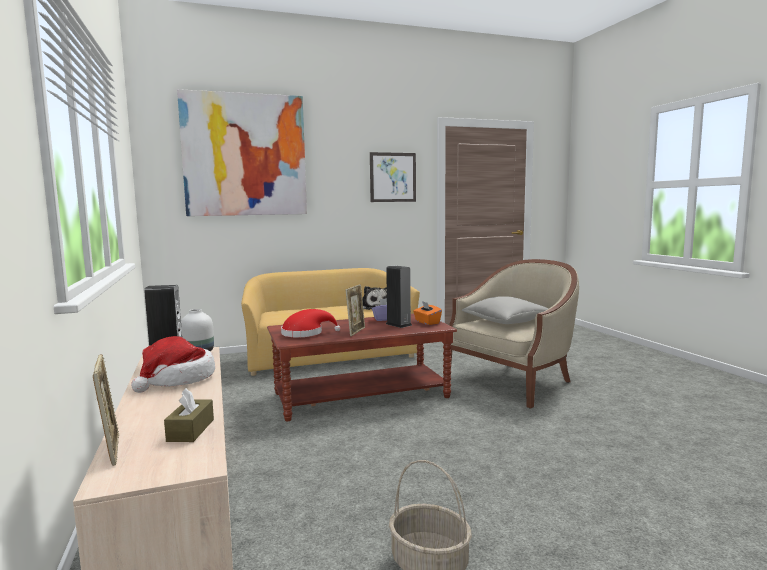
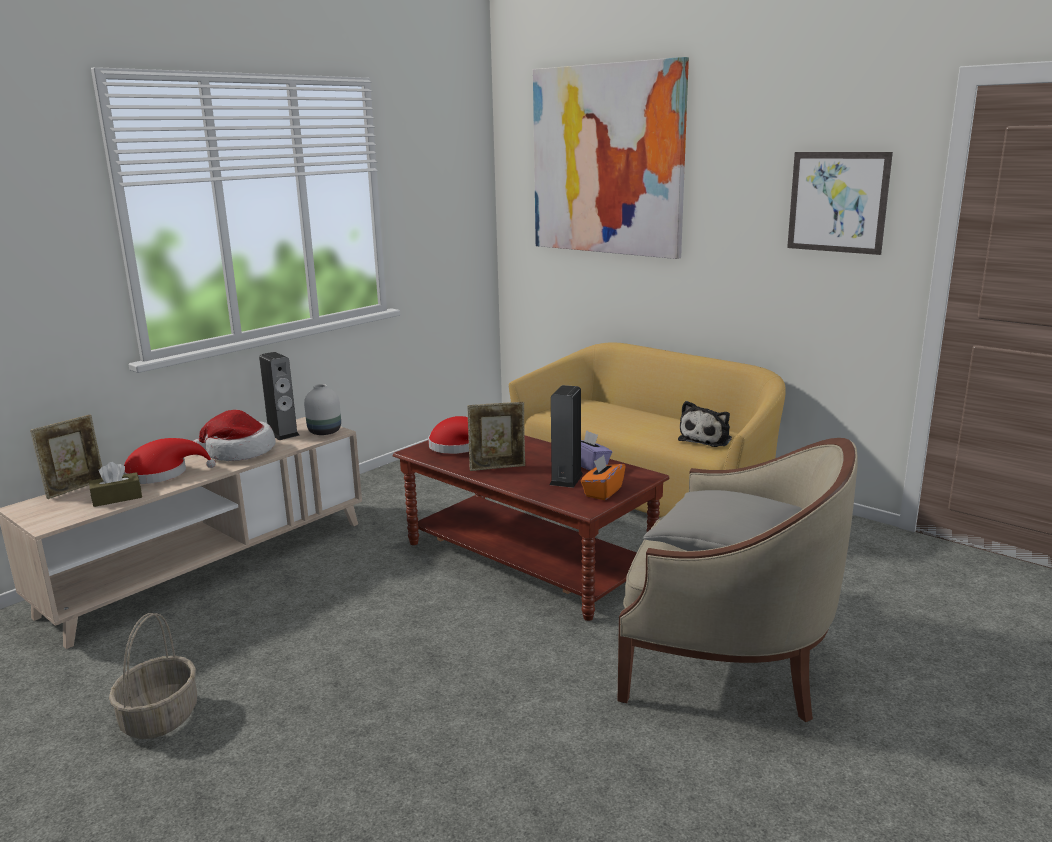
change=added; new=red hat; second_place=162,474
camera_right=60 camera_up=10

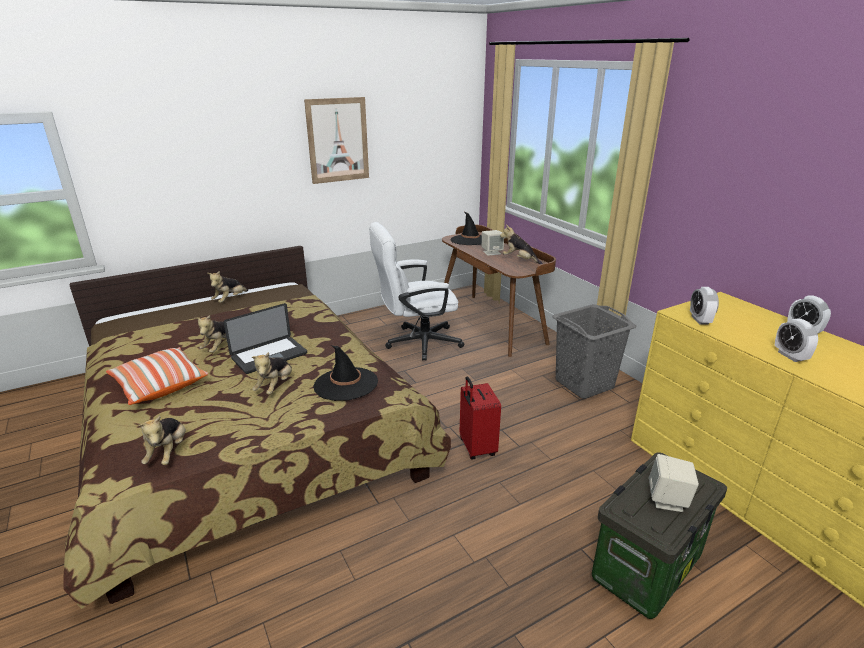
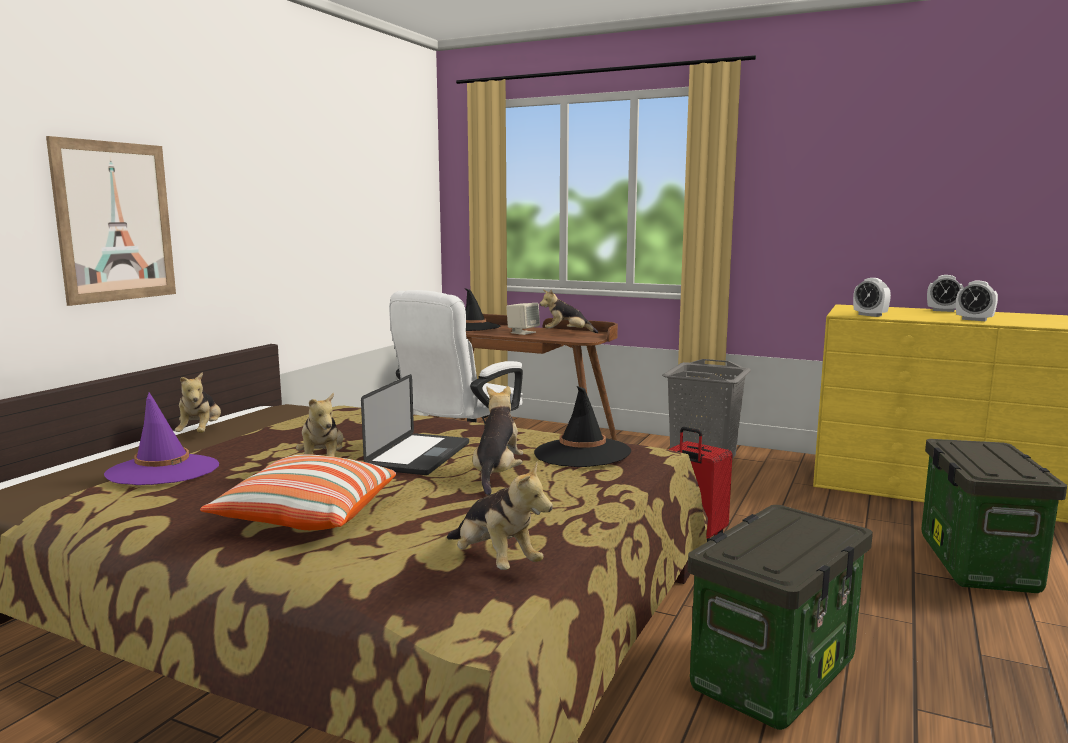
change=moved; old=picture; first_place=338,140; second_place=115,222
change=added; new=purple hat; second_place=163,471
change=turned; old=plush toy; first_place=275,386; second_place=497,474; degrees=-150
change=added; new=storage box; second_place=773,674
change=removed; old=beige speaker; first_place=668,500
camera_right=-35 camera_up=-15

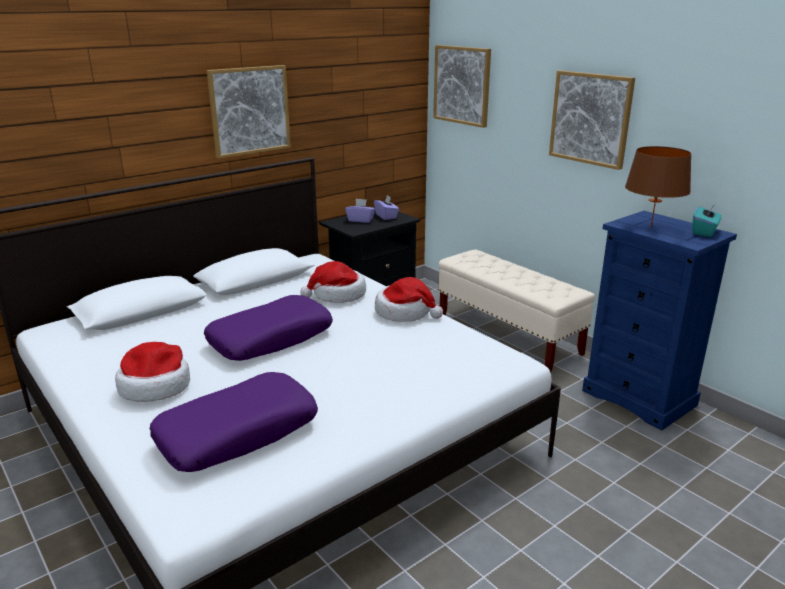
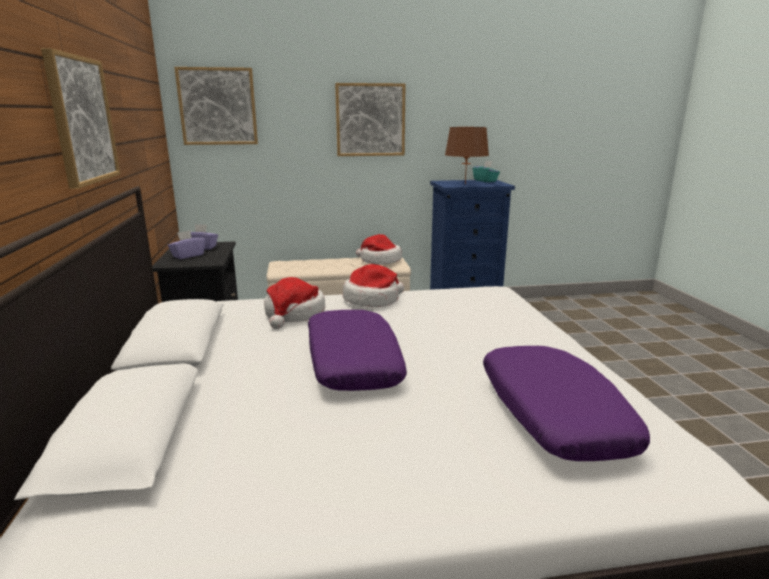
change=moved; old=hat; first_place=156,386; second_place=379,260
camera_right=-60 camera_up=-5

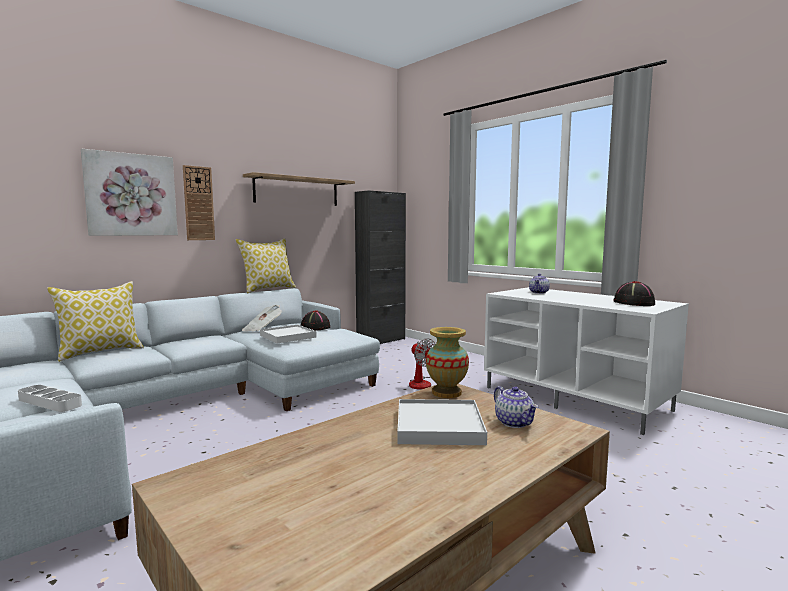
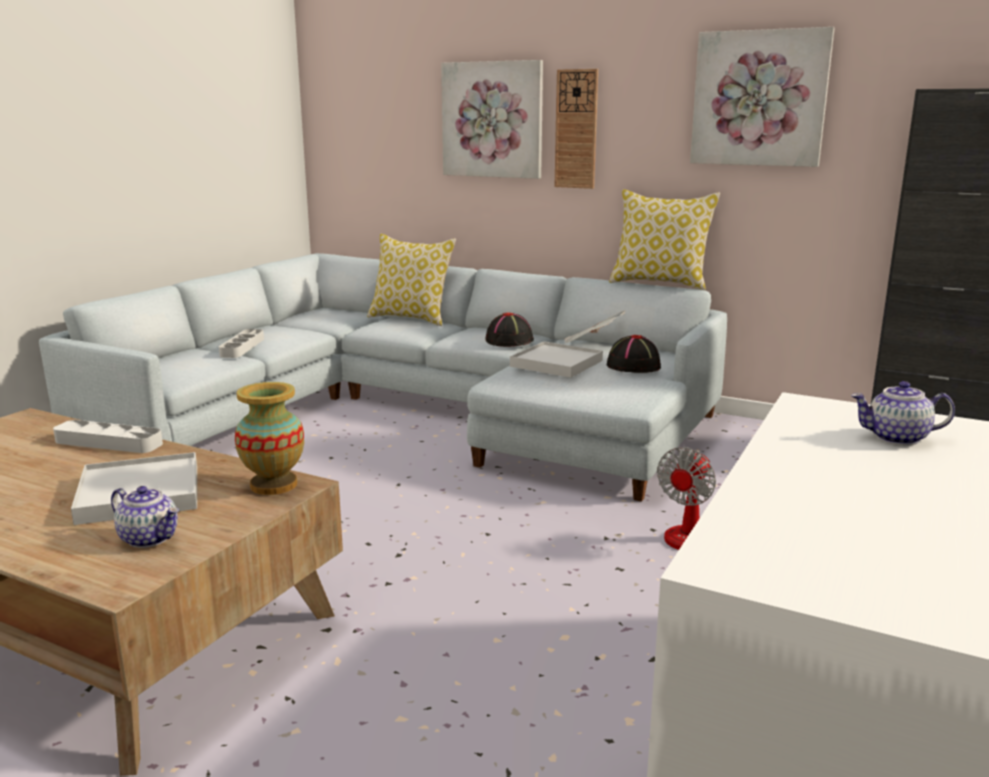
change=added; new=grey tray; second_place=109,442
change=turned; old=teapot; first_place=515,423; second_place=150,538; degrees=-105
change=moved; old=black hat; first_place=633,303; second_place=509,340
change=replaced; old=shelf; new=picture; first_place=297,191; second_place=759,98
camera_right=70 camera_up=10

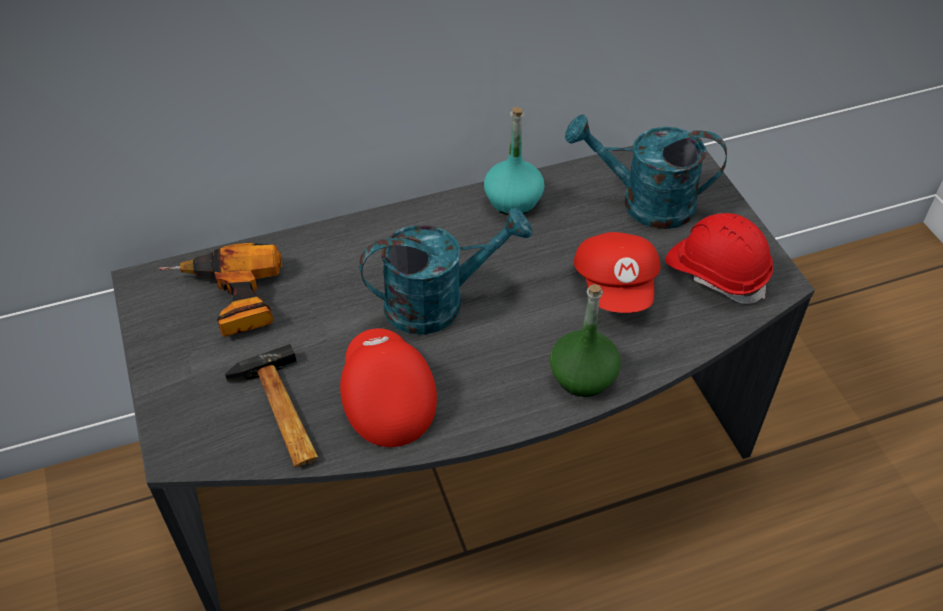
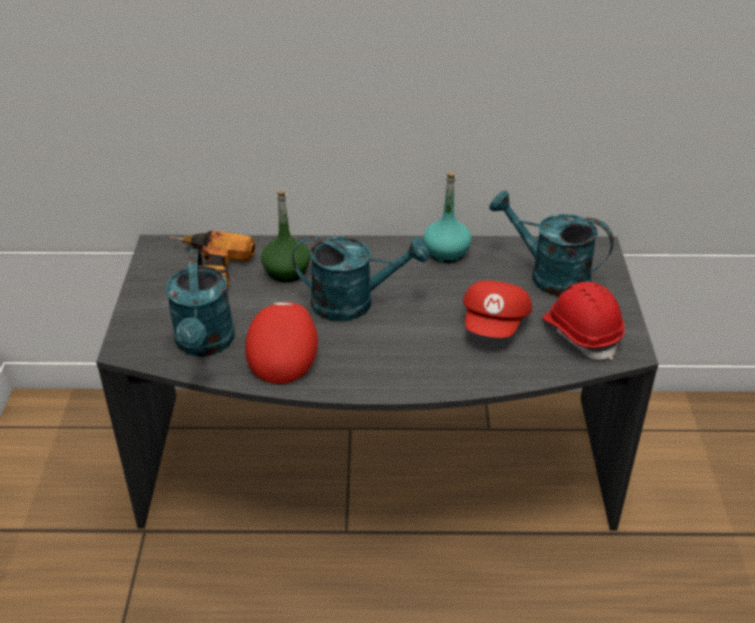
change=replaced; old=hammer; new=turquoise watering can; first_place=280,415; second_place=204,344
change=moved; old=green bottle; first_place=582,376; second_place=286,271
camera_right=20 camera_up=-10

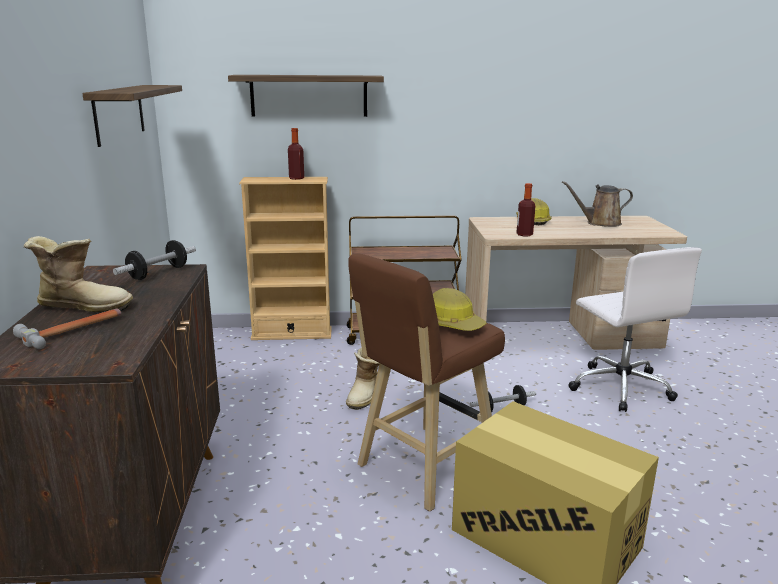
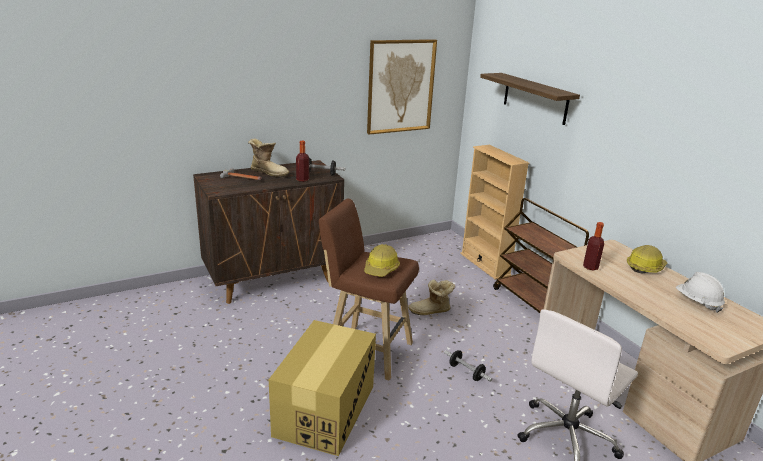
change=turned; old=boot; first_place=84,306; second_place=269,172; degrees=-45
change=moved; old=bottle; first_place=296,178; second_place=302,179
change=replaced; old=shelf; new=picture; first_place=119,113; second_place=400,86
change=replaced; old=brown watering can; new=white hard hat; first_place=600,223; second_place=697,302
camera_right=65 camera_up=5

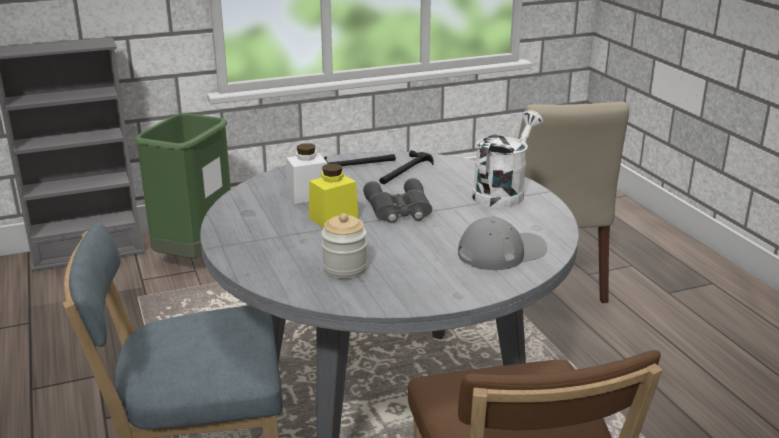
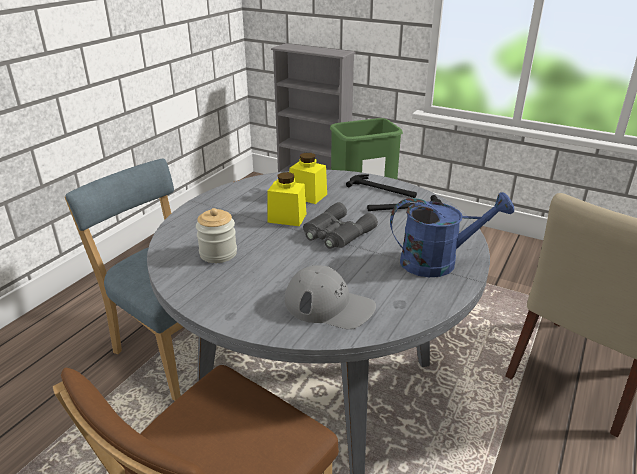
change=recoloured; old=white jar; new=yellow jar; first_place=308,195; second_place=308,195
change=recoloured; old=white watering can; new=blue watering can; first_place=502,192; second_place=438,261
camera_right=50 camera_up=5

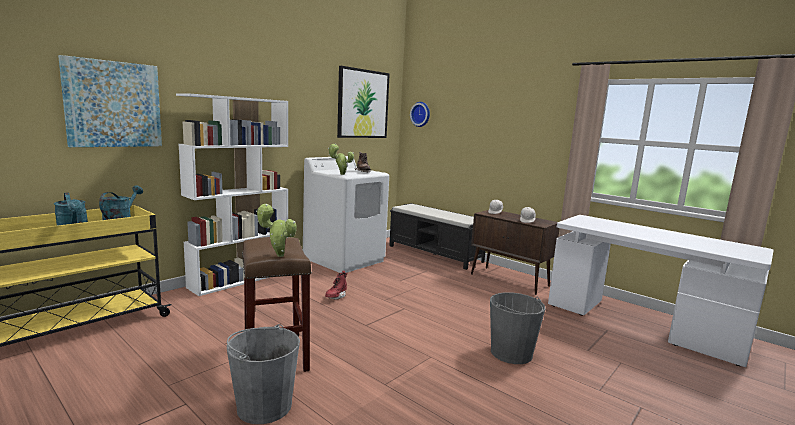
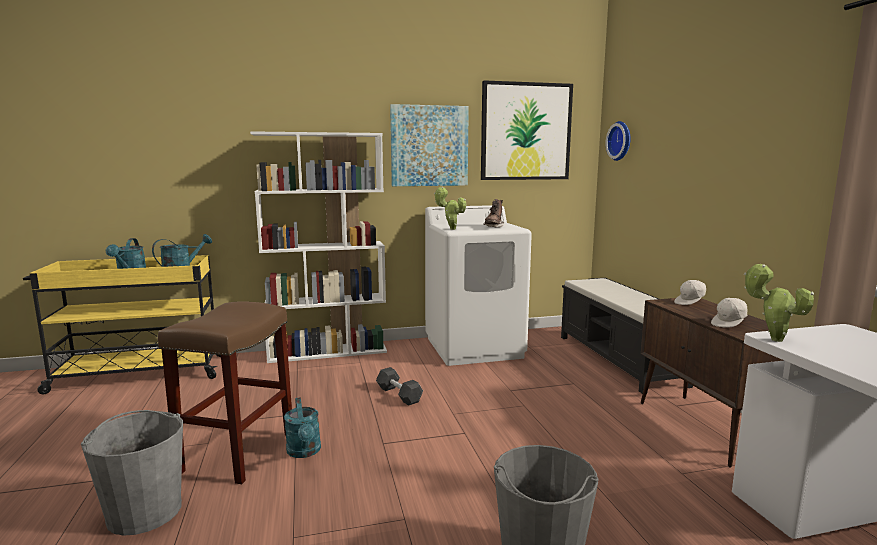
change=added; new=turquoise watering can; second_place=304,452
change=replaced; old=red boot; new=black dumbbell; first_place=336,296; second_place=399,395
change=moved; old=picture; first_place=113,104; second_place=429,146
change=moved; old=potted plant; first_place=277,255; second_place=772,339
camera_right=35 camera_up=0

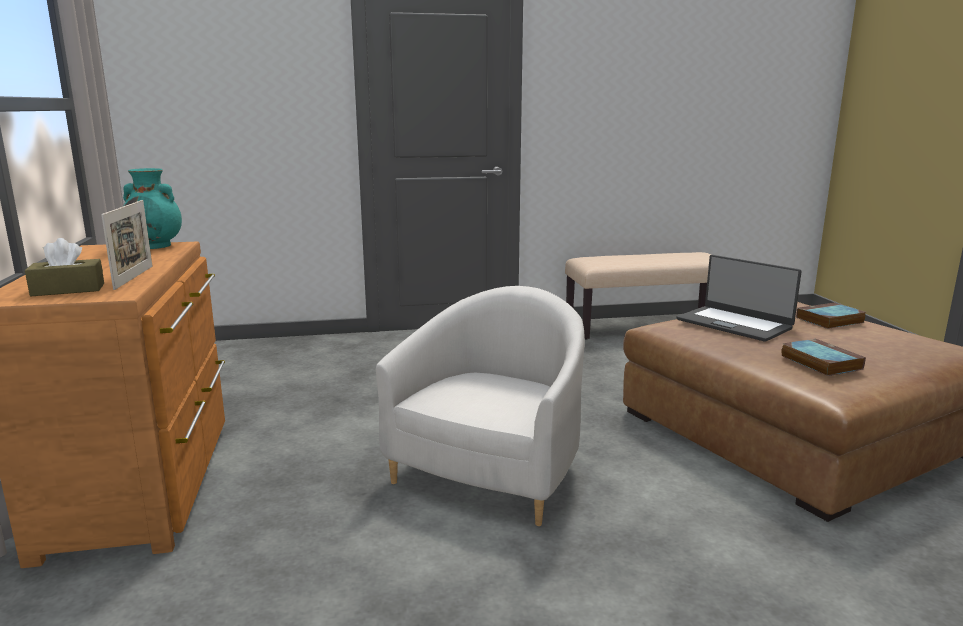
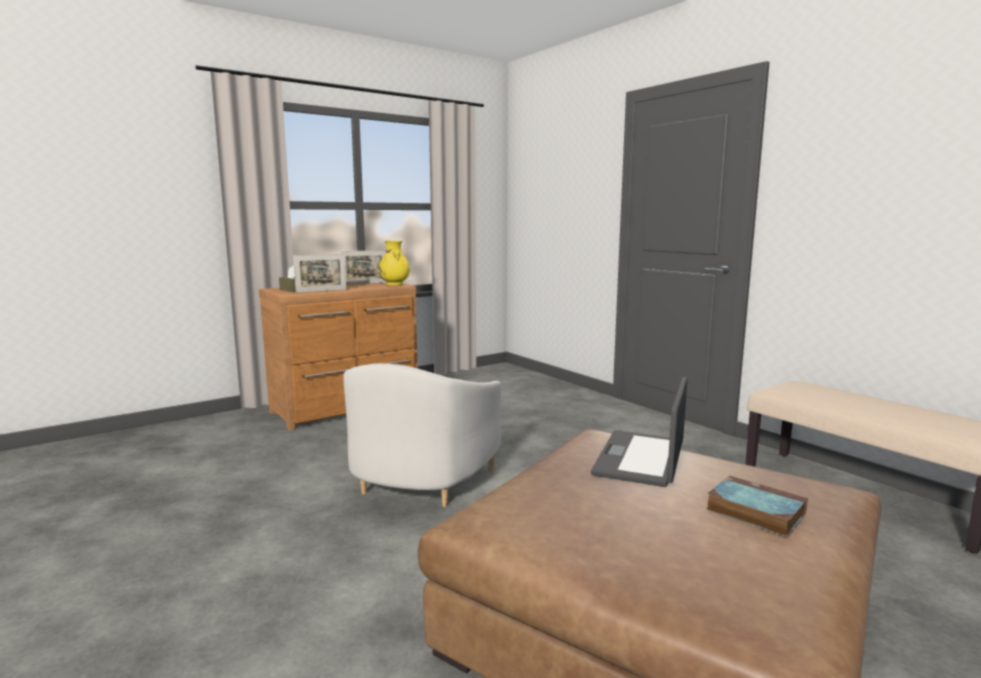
change=added; new=picture frame; second_place=365,283
change=turned; old=white armchair; first_place=492,471; second_place=420,482; degrees=105
change=recoloured; old=turquoise vase; new=yellow vase; first_place=156,246; second_place=395,284
change=removed; old=book; first_place=819,362
camera_right=65 camera_up=-5

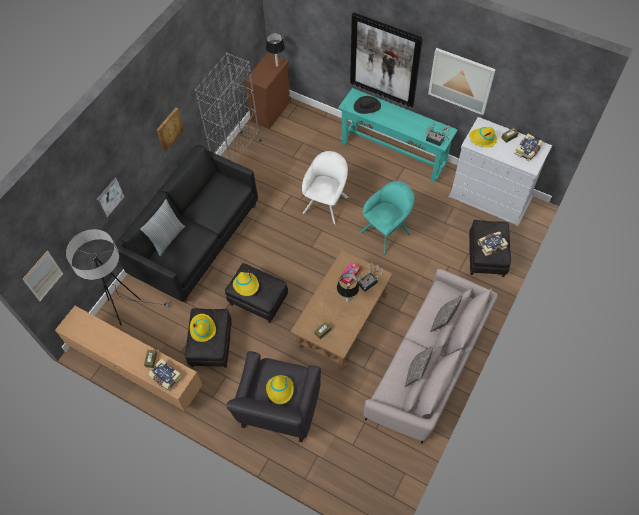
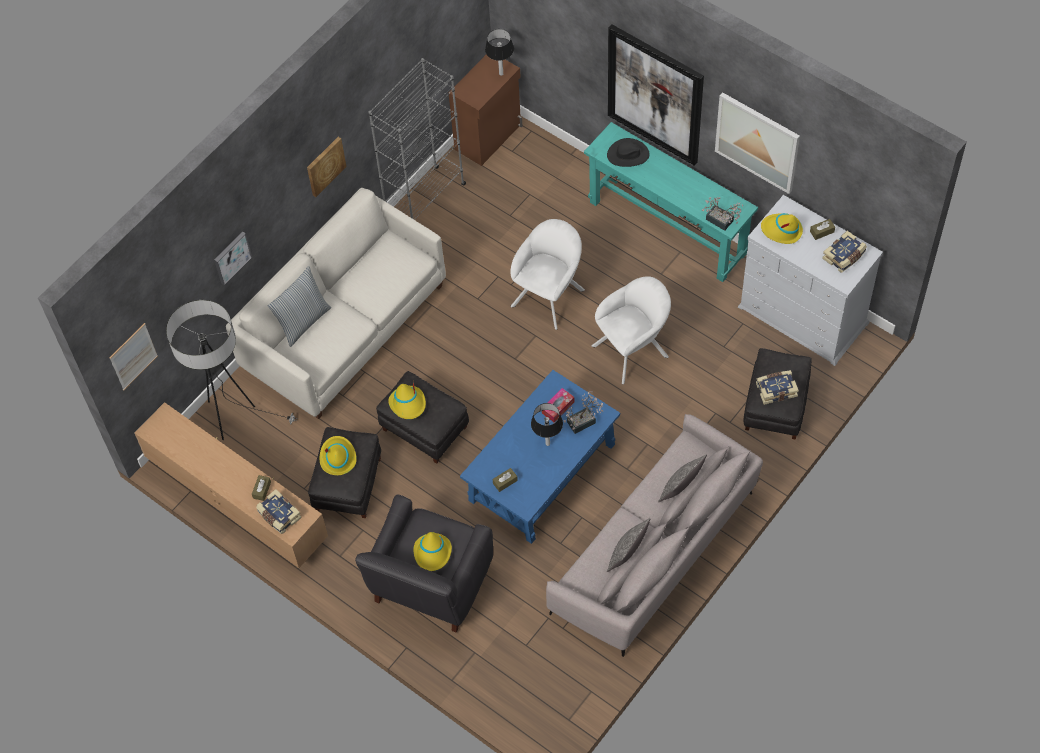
change=recoloured; old=black sofa; new=white sofa; first_place=195,239; second_place=344,327
change=recoloured; old=brown coffee table; new=blue coffee table; first_place=342,320; second_place=542,473
change=recoloured; old=turquoise armchair; new=white armchair; first_place=387,231; second_place=633,349
camera_right=10 camera_up=0

